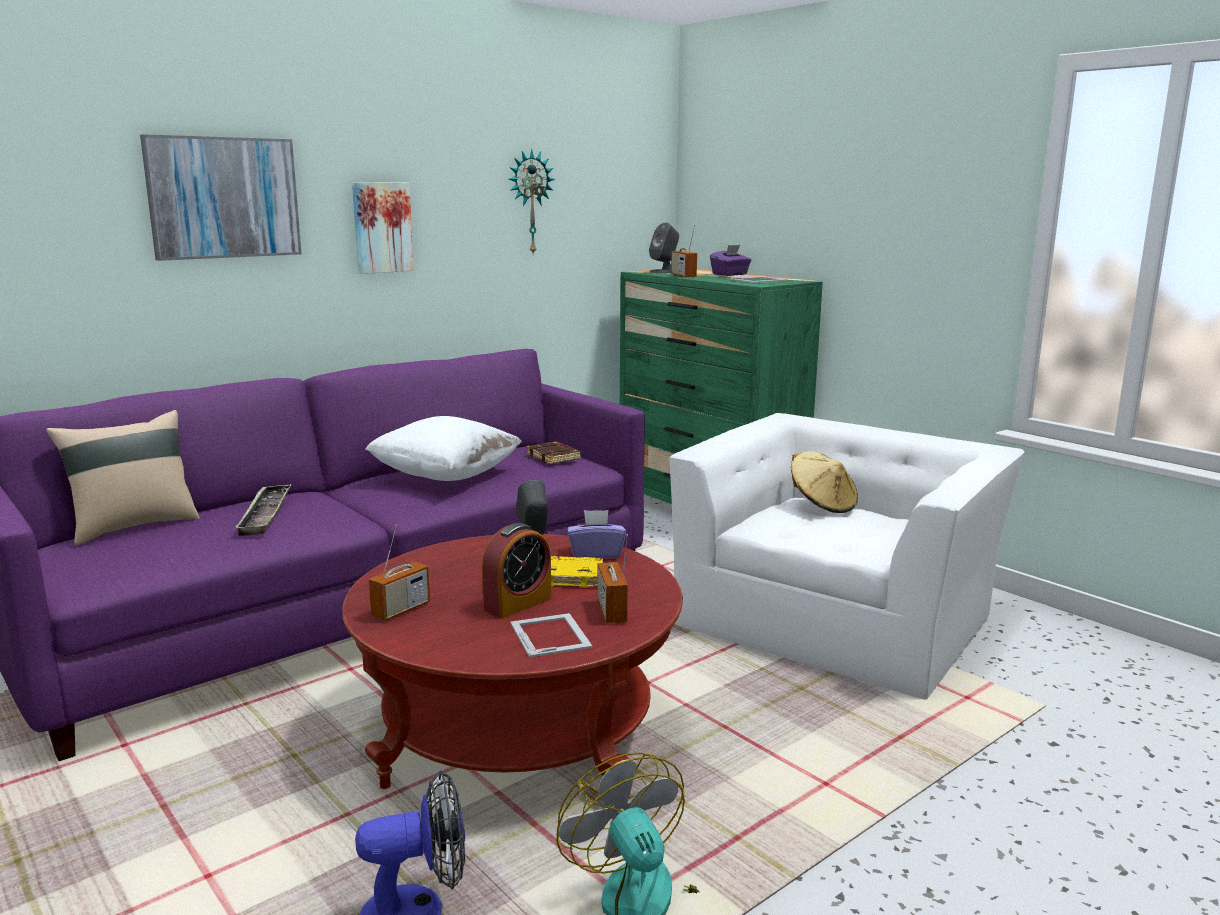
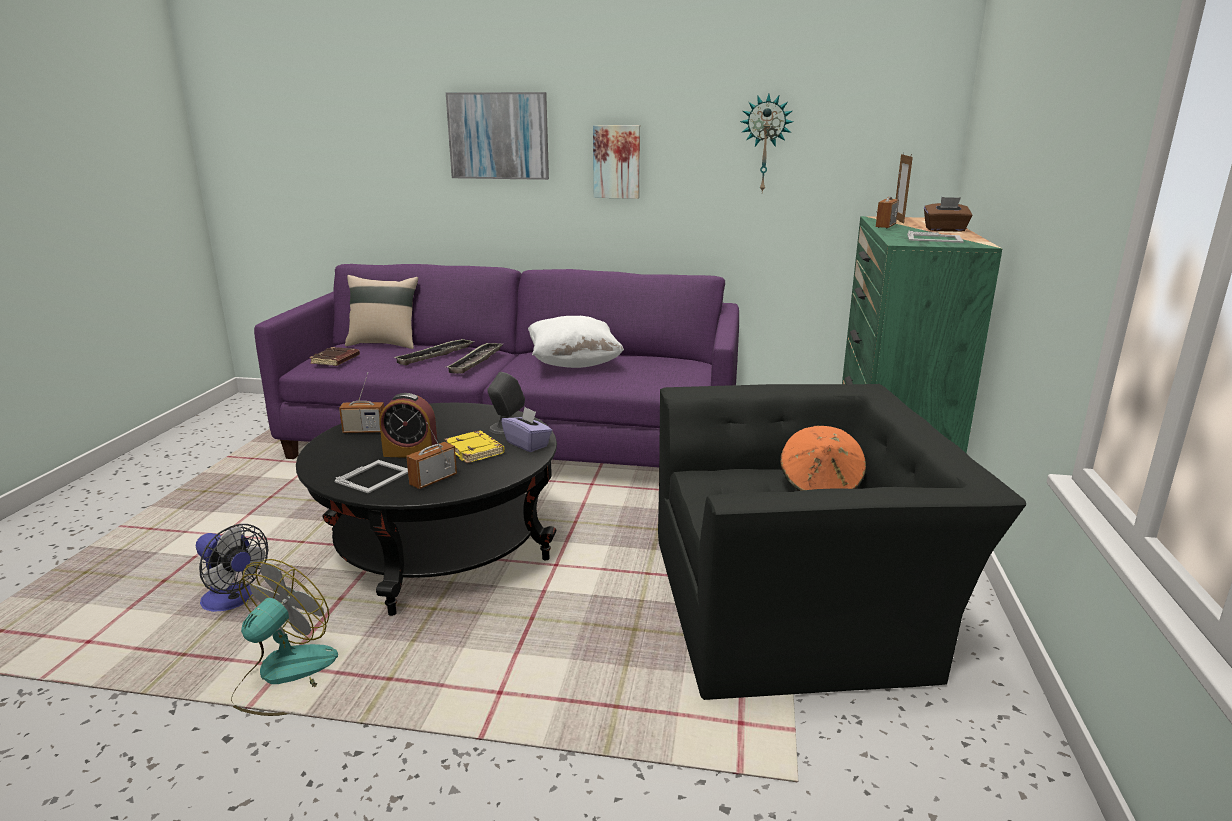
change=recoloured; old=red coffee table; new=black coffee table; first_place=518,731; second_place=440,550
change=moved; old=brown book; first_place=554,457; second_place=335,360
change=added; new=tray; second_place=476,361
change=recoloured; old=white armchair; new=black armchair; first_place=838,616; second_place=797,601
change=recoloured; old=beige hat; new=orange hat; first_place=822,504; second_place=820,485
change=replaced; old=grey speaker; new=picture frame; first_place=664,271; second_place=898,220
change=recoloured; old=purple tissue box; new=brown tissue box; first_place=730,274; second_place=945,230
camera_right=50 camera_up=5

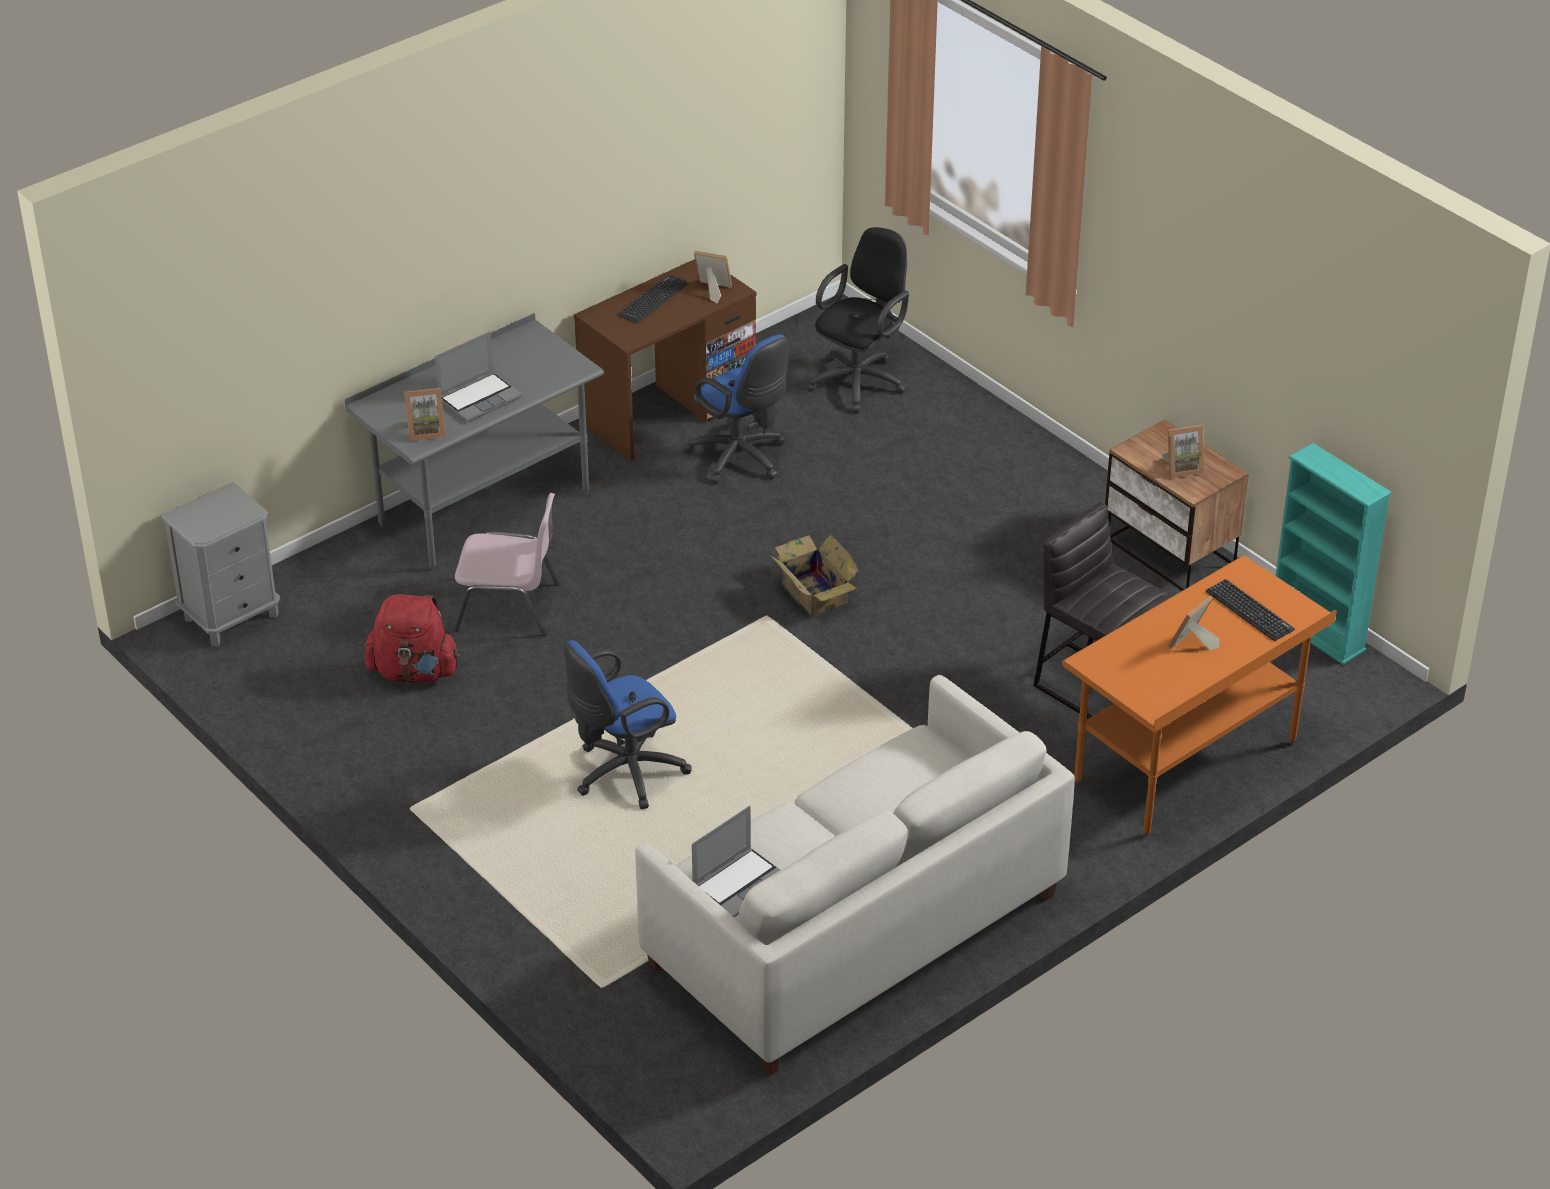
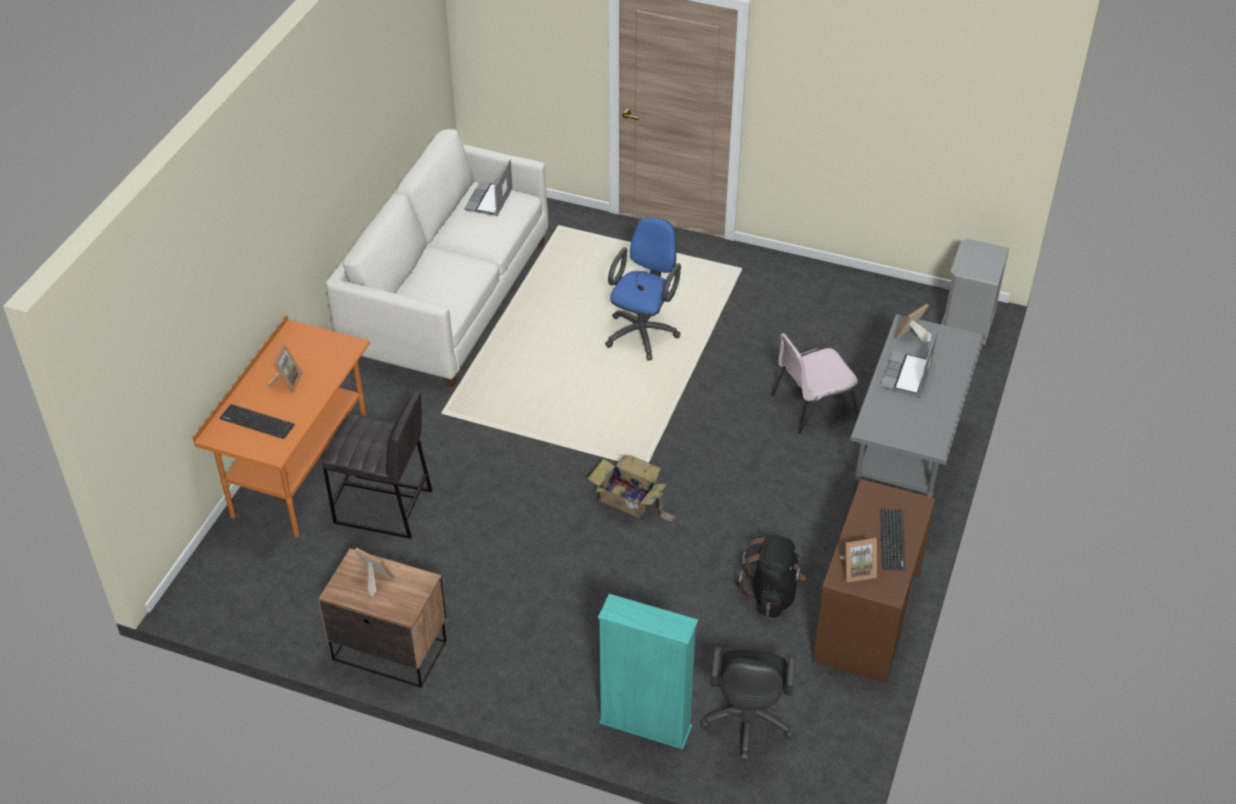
change=turned; old=picture frame; first_place=1182,468; second_place=374,580; degrees=75
change=moved; old=turquoise bookcase; first_place=1316,632; second_place=645,725
change=replaced; old=blue office chair; new=black backpack; first_place=741,458; second_place=772,594
change=removed; old=red backpack; first_place=414,672
camera_right=150 camera_up=5

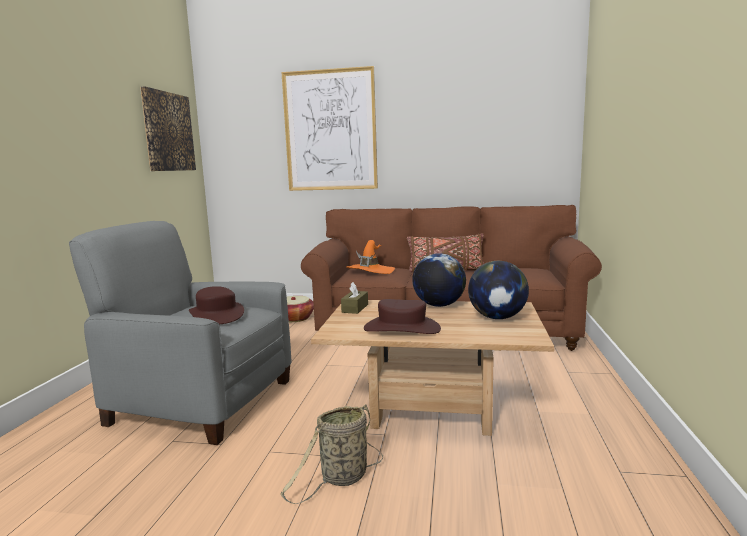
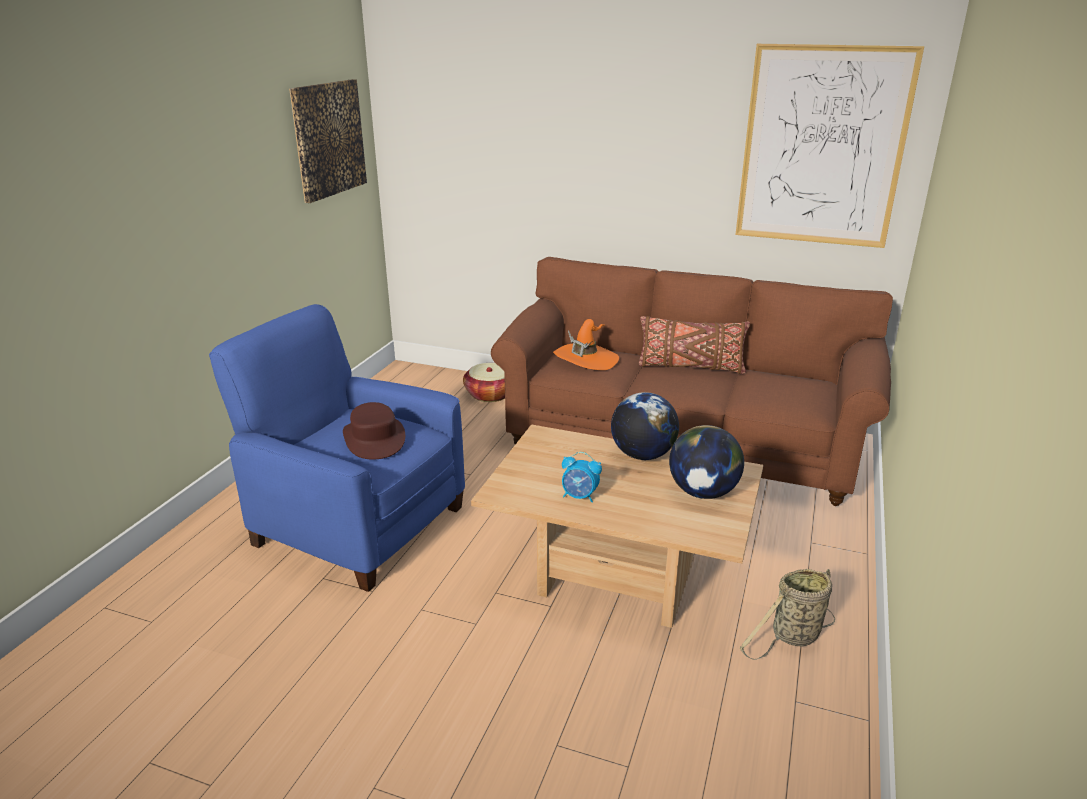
change=recoloured; old=grey armchair; new=blue armchair; first_place=200,401; second_place=357,525
change=replaced; old=brown hat; new=alarm clock; first_place=402,328; second_place=580,496
change=moved; old=picture; first_place=330,131; second_place=822,147
change=moved; old=basket; first_place=341,479; second_place=792,637
change=removed; old=brown tissue box; first_place=355,308
camera_right=10 camera_up=15

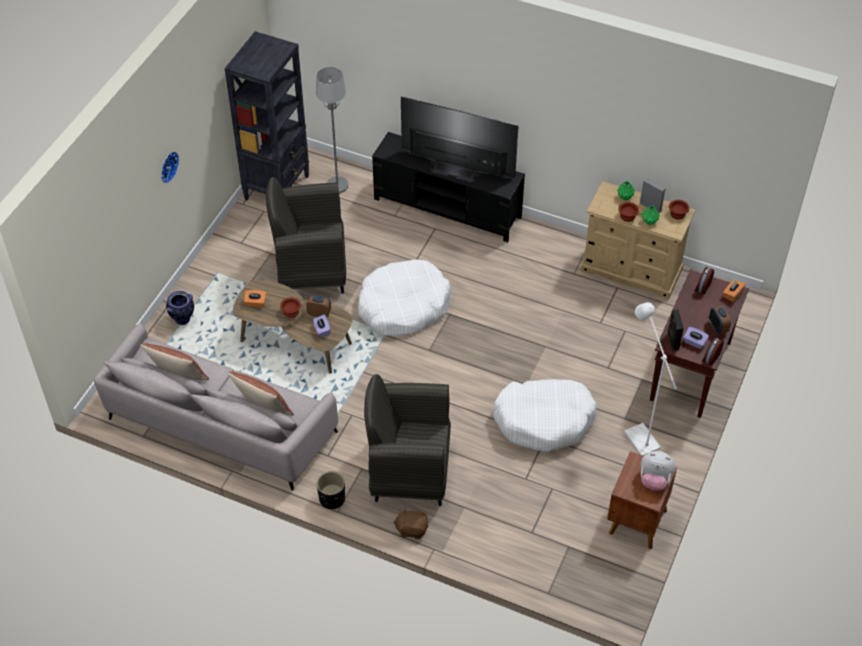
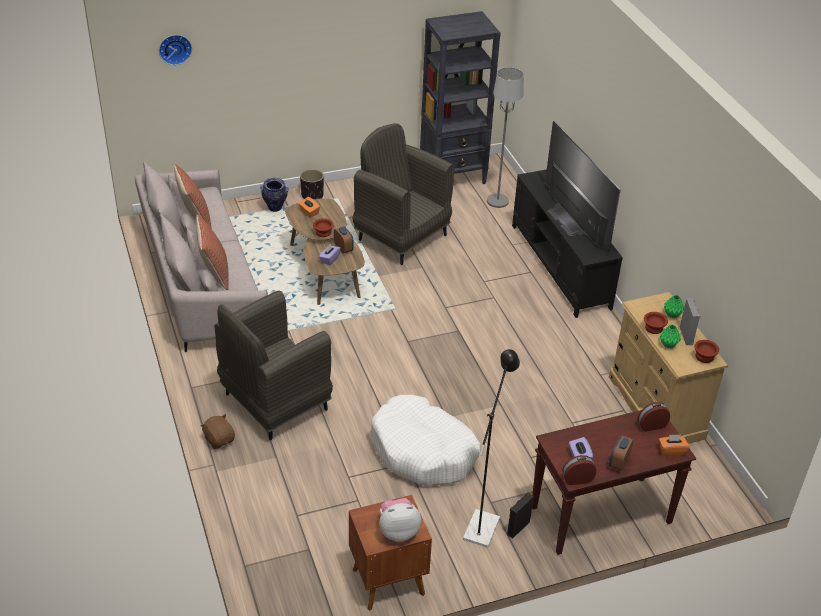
change=moved; old=wall clock; first_place=167,166; second_place=175,48
change=turned; old=grey armchair; first_place=409,471; second_place=274,403; degrees=-90
change=moved; old=black planter; first_place=332,499; second_place=312,195
change=turned; old=plush toy; first_place=654,480; second_place=398,531; degrees=105
change=recoloured; old=white floor lamp; new=black floor lamp; first_place=638,435; second_place=483,522
change=moved; old=black speaker; first_place=672,341; second_place=517,528
change=removed; old=white dog bed; first_place=403,306
camera_right=45 camera_up=-10

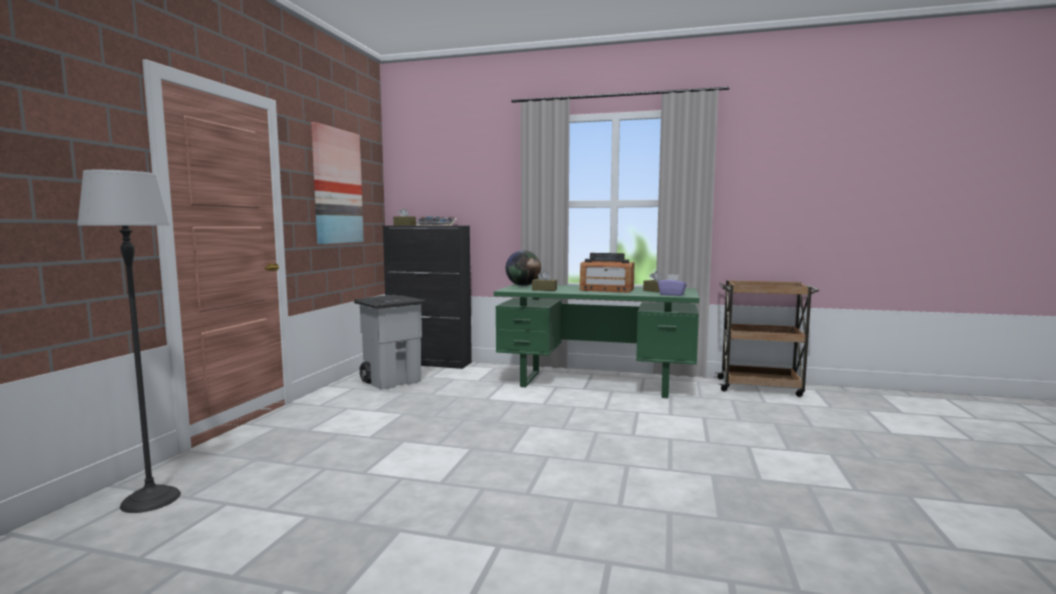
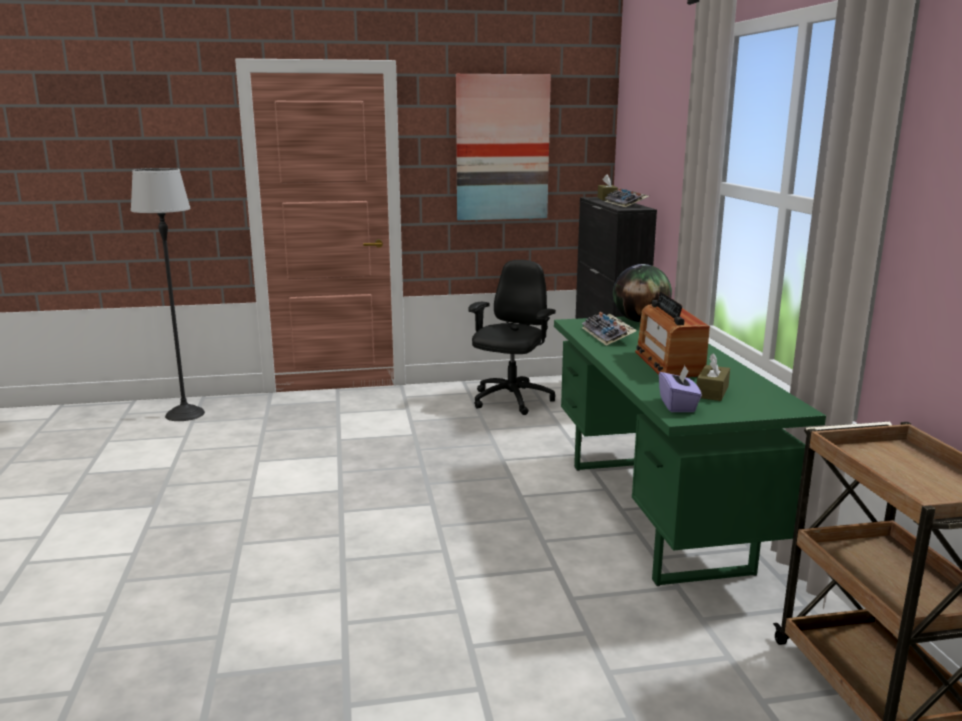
change=replaced; old=grey trash can; new=black office chair; first_place=392,381; second_place=511,400
change=replaced; old=brown tissue box; new=keyboard; first_place=544,290; second_place=608,335
camera_right=65 camera_up=10

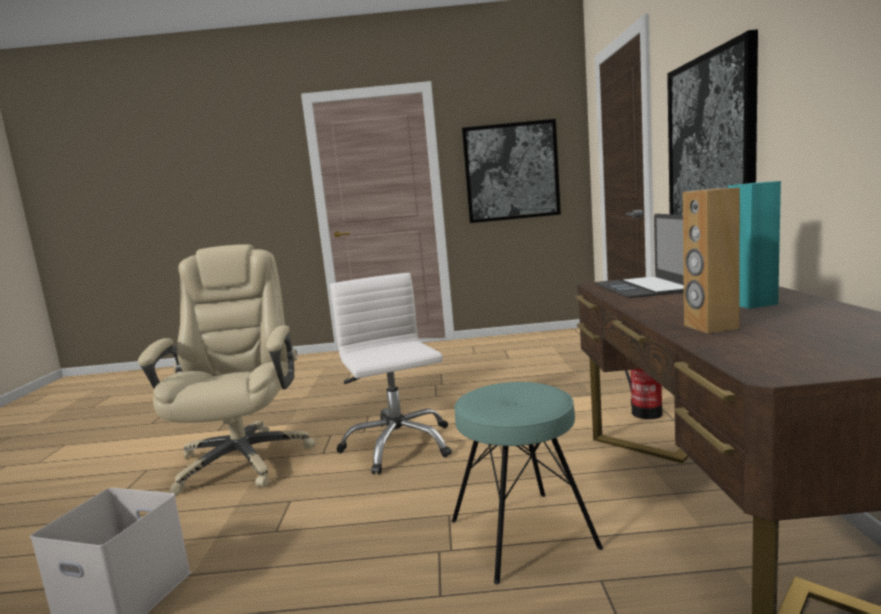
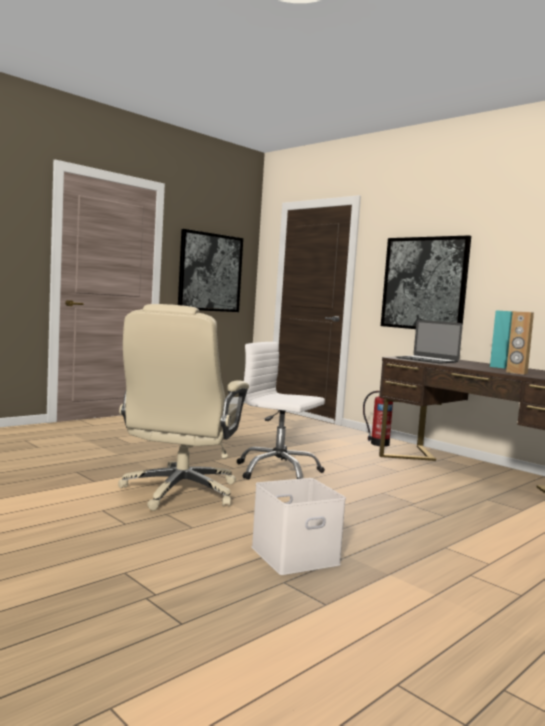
change=turned; old=beige office chair; first_place=244,459; second_place=179,492; degrees=-120
change=removed; old=turquoise stool; first_place=523,534
camera_right=-45 camera_up=-5

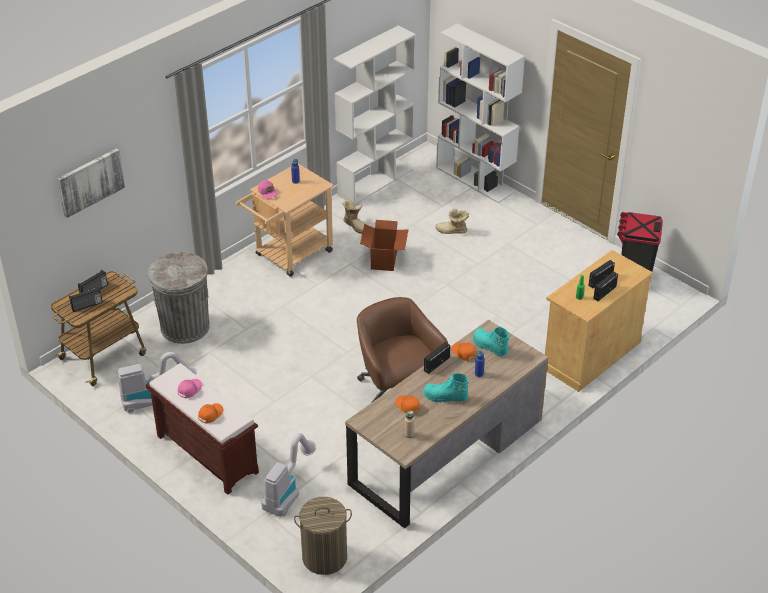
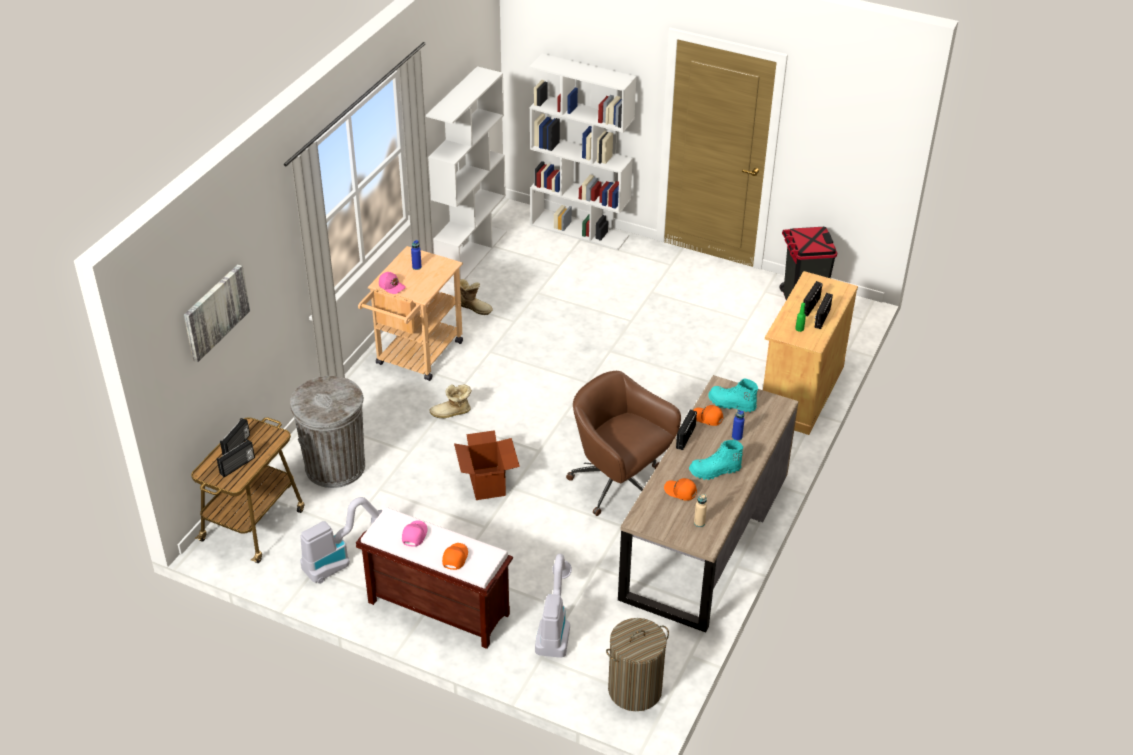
change=moved; old=boot; first_place=452,231; second_place=452,413
change=moved; old=cardboard box; first_place=384,260; second_place=487,483
camera_right=-20 camera_up=0

